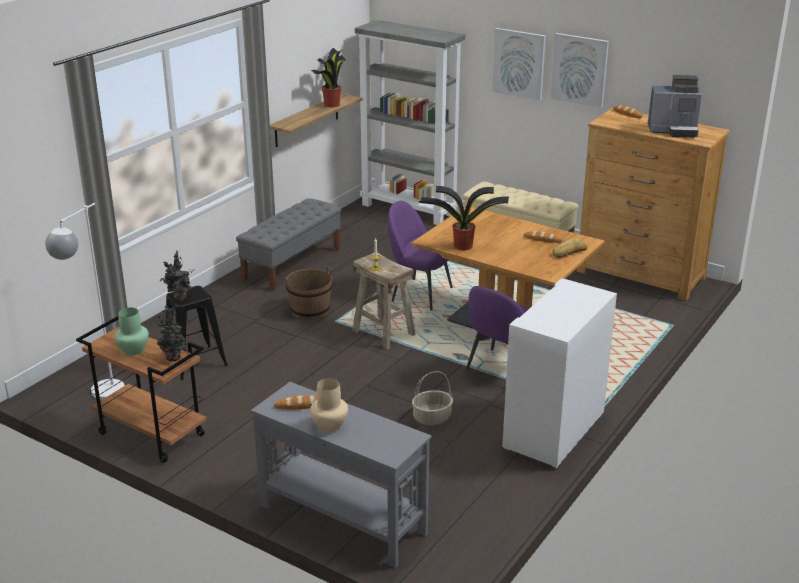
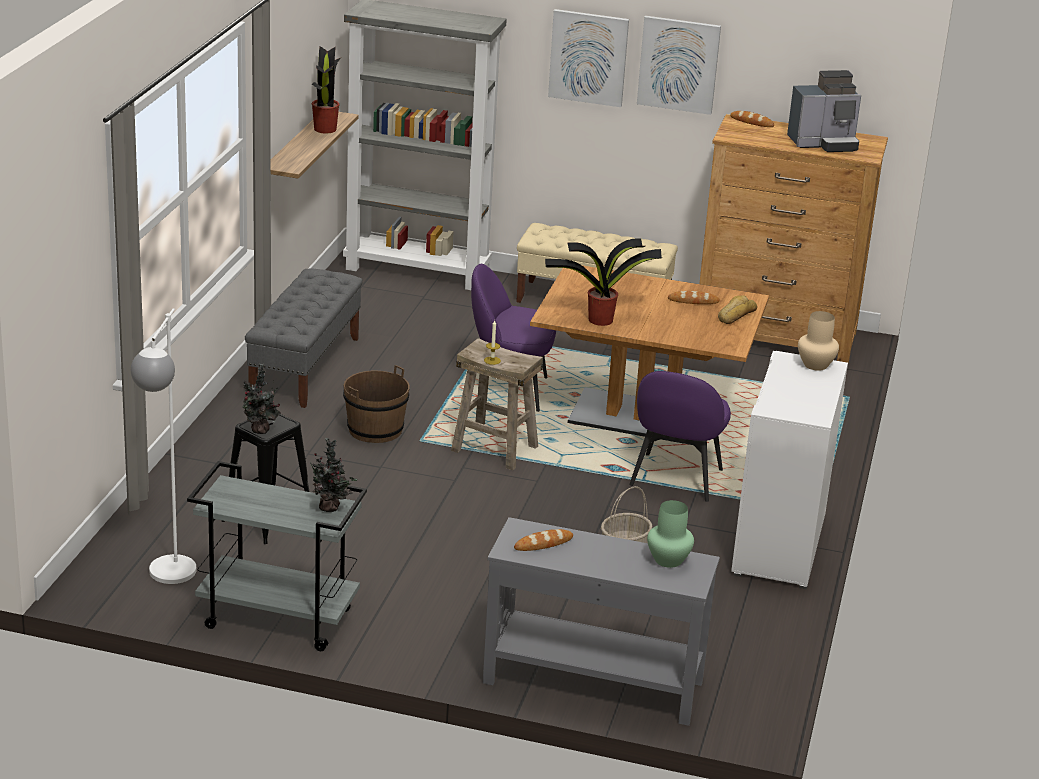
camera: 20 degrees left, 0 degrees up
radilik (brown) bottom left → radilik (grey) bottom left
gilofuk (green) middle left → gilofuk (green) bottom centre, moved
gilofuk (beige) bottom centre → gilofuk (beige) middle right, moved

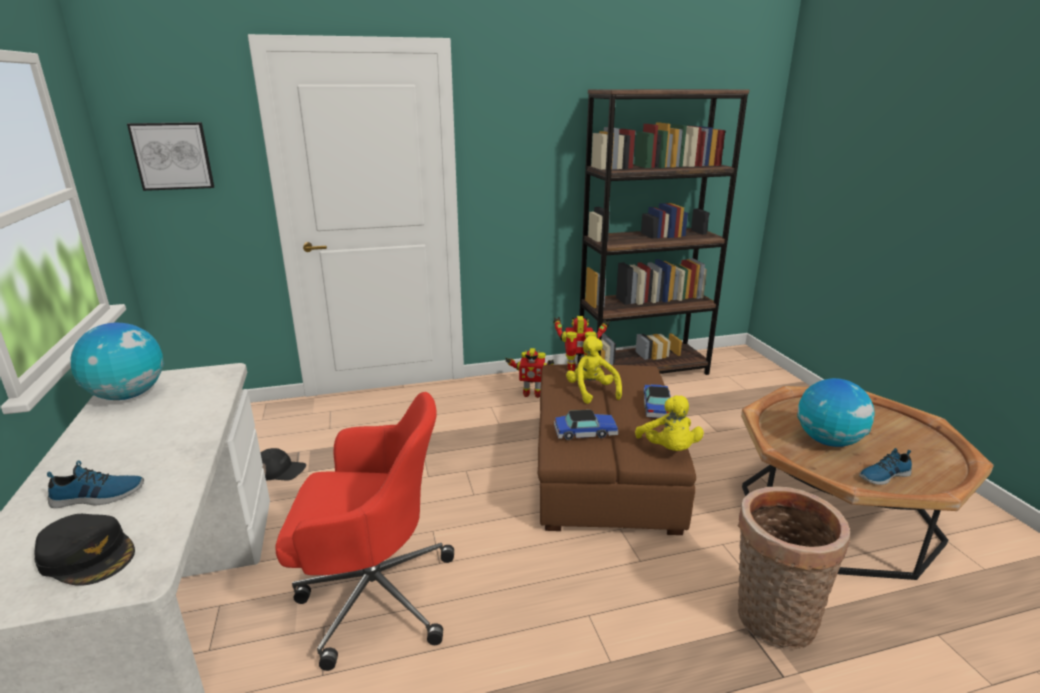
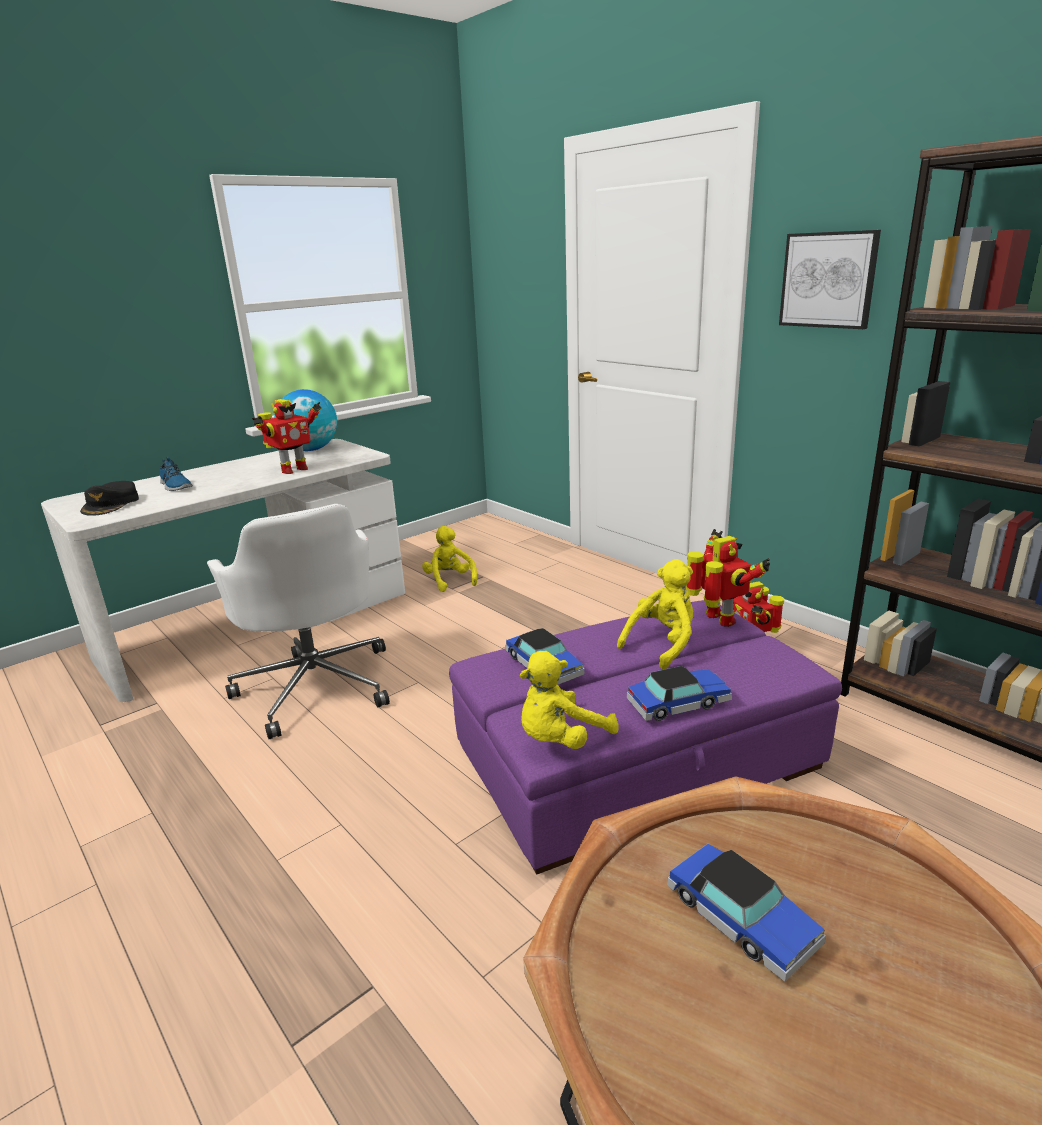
camera: 65 degrees right, 0 degrees up
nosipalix top left → nosipalix top right, moved
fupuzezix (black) (2nd from left) bottom left → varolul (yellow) (1st from left) centre
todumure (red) bottom centre → todumure (white) middle left
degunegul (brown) centre → degunegul (purple) centre
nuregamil bottom right → -
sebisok (2nd from left) middle right → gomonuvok (3rd from left) bottom right
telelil (2nd from left) bottom right → -
- → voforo (1st from left) middle left

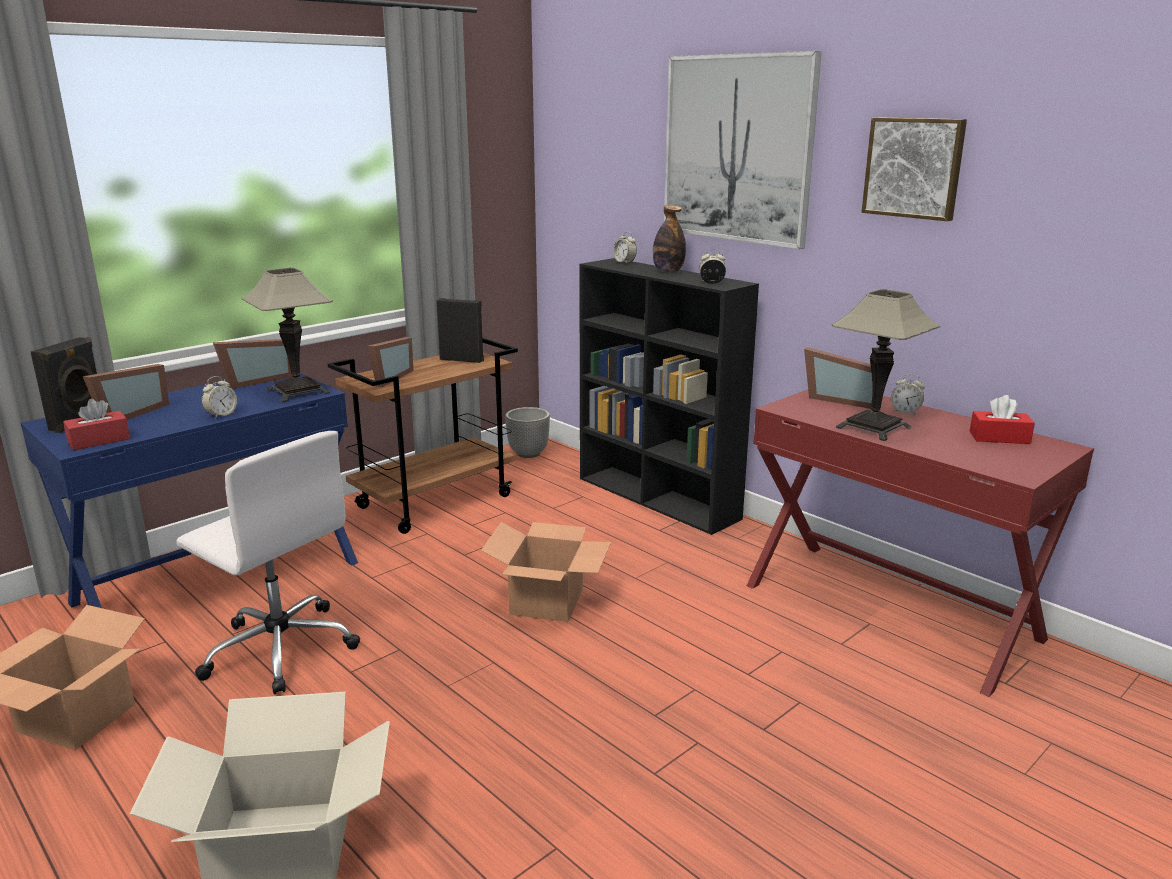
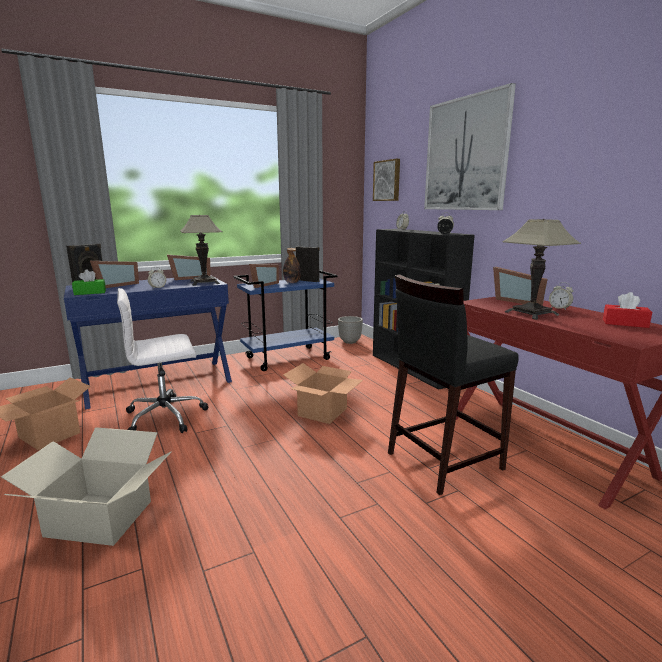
camera: 15 degrees right, 5 degrees down
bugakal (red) (1st from left) middle left → bugakal (green) middle left
todumure (white) middle left, 105 degrees clockwise
radilik (brown) centre → radilik (blue) centre
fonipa top centre → fonipa centre, moved
nosipalix (2nd from left in the first image) top right → nosipalix (1st from left) top centre, moved
- → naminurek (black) middle right

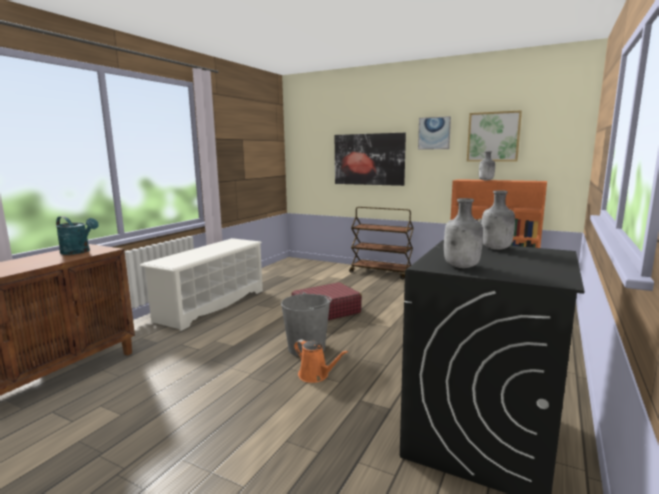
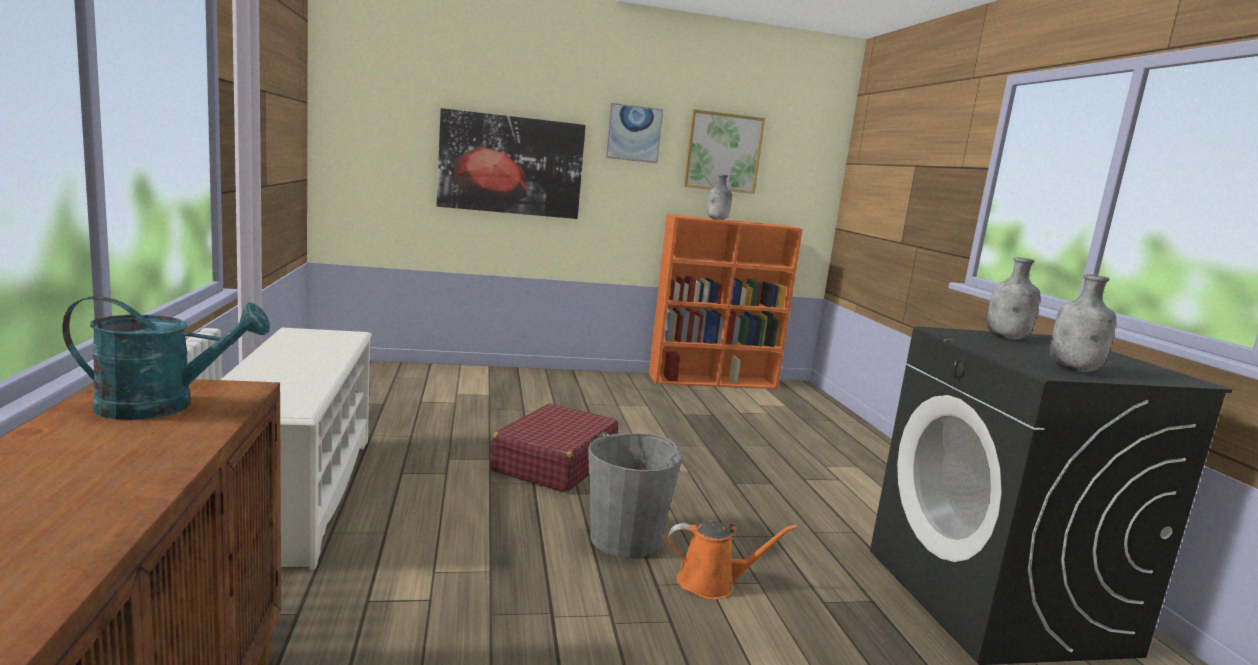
camera: 40 degrees left, 0 degrees up
radilik (brown) centre → -

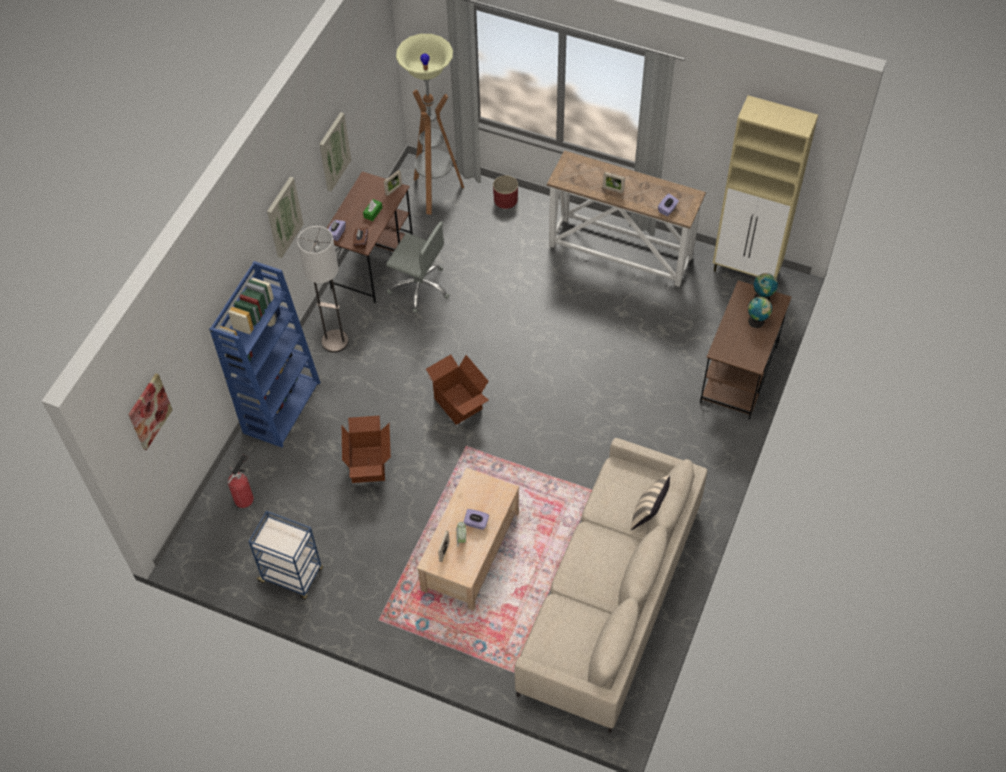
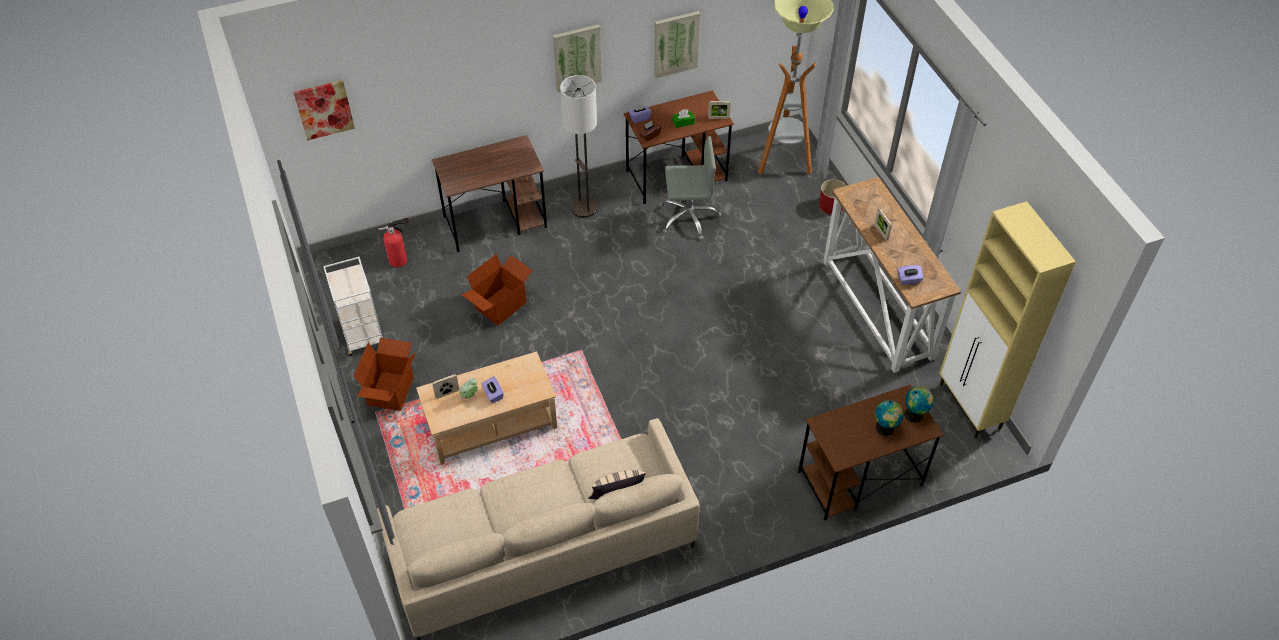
camera: 45 degrees right, 5 degrees down
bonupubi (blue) middle left → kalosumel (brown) (1st from left) top centre
radilik (blue) bottom left → radilik (white) middle left
todumure (grey) centre → todumure (grey) top centre, 75 degrees counterclockwise
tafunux (2nd from left in the first image) centre → tafunux (1st from left) middle left, moved

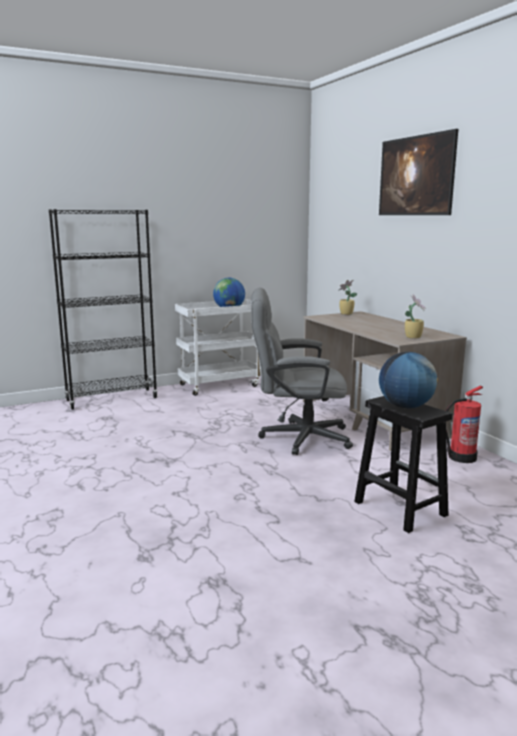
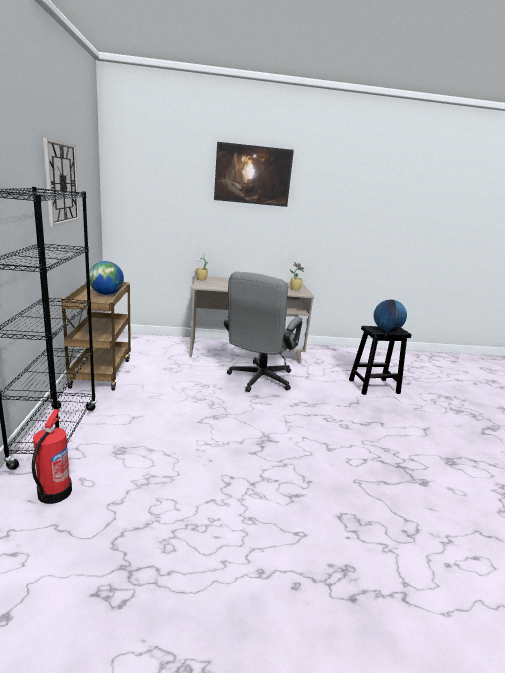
camera: 70 degrees left, 5 degrees up
radilik (white) centre → radilik (brown) middle left
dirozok middle right → dirozok bottom left, moved
- → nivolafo top left

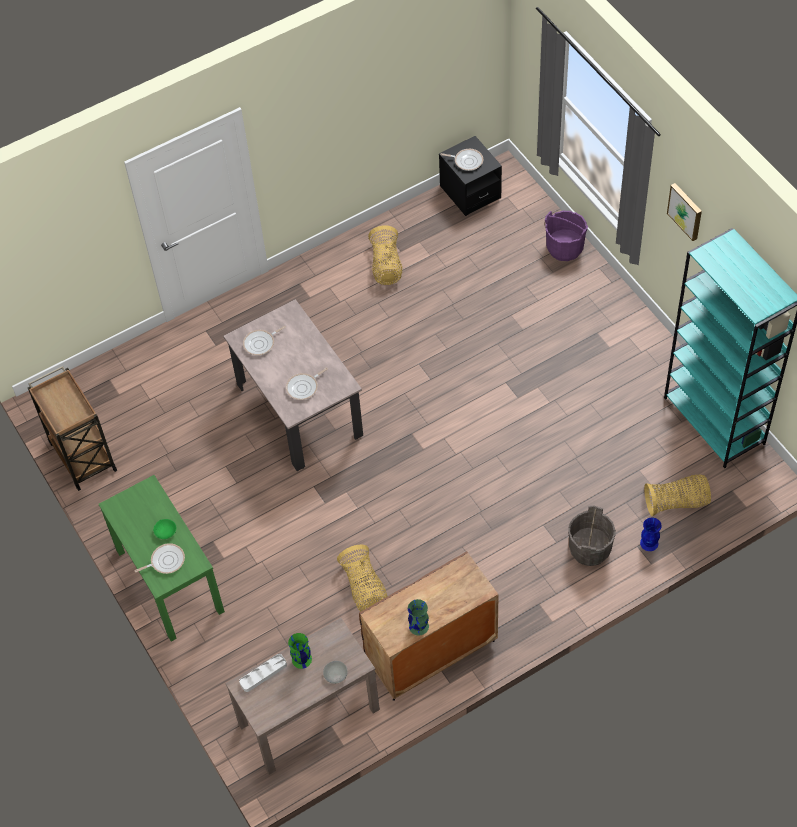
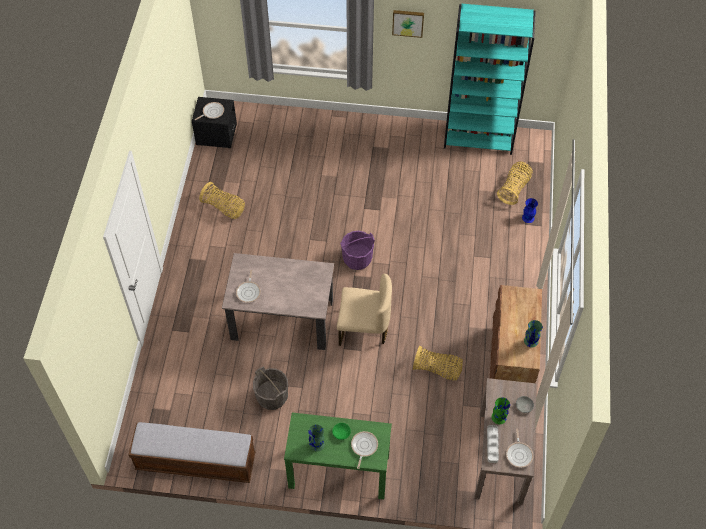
camera: 55 degrees left, 0 degrees up
radilik (brown) middle left → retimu bottom left
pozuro (3rd from left in the first image) centre → pozuro (4th from left) bottom right, moved
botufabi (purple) top right → botufabi (purple) centre, moved
botufabi (grey) middle right → botufabi (grey) bottom centre, moved
- → gilofuk (green) (1st from left) bottom centre
- → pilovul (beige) centre

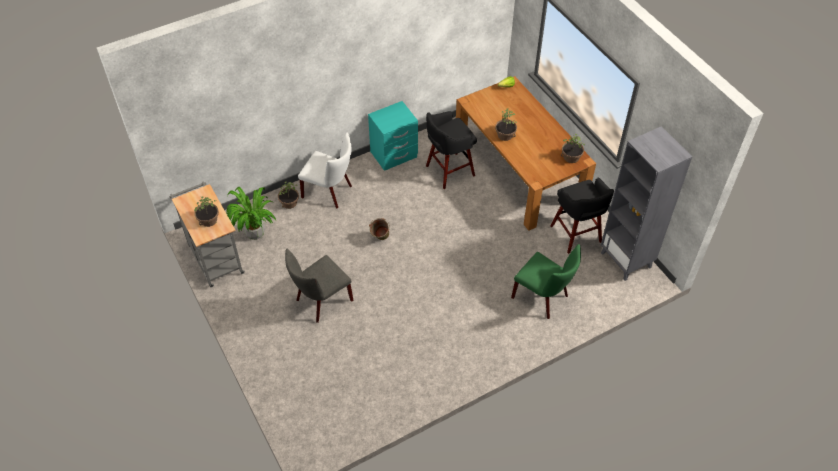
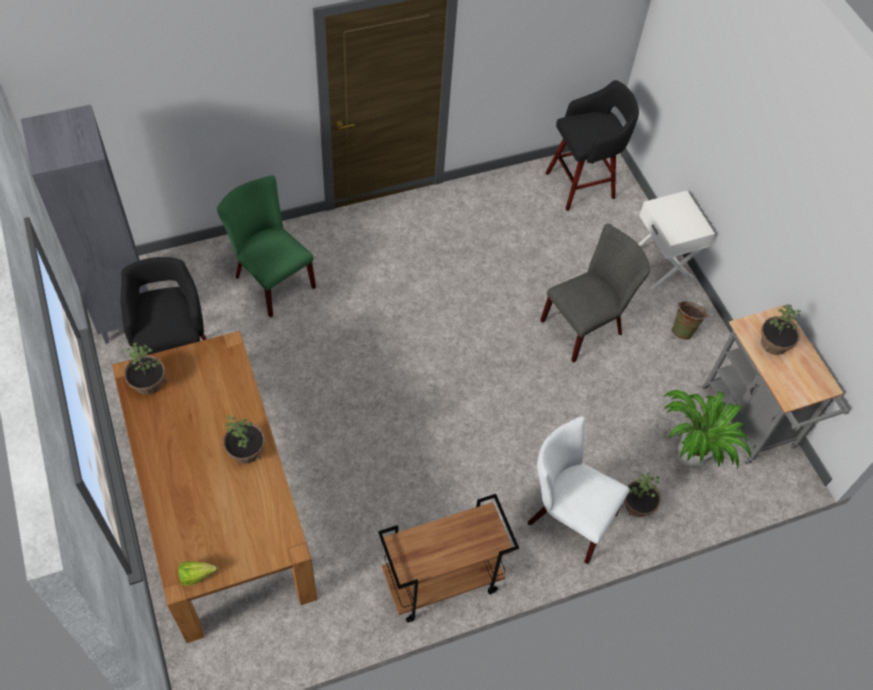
camera: 175 degrees left, 5 degrees up
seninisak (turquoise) top centre → radilik (brown) bottom centre
botufabi (green) centre → botufabi (green) middle right, moved
naminurek (black) (1st from left in the first image) top centre → naminurek (black) (2nd from left) top right, moved
- → seninisak (white) middle right

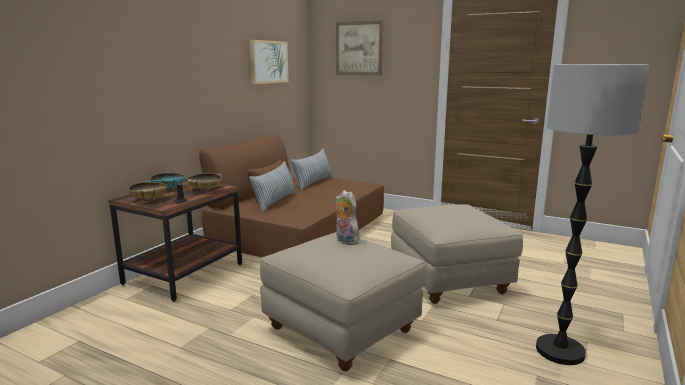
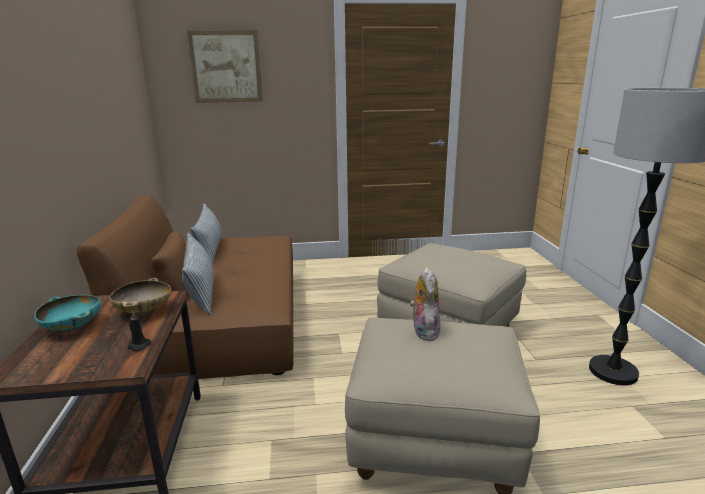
camera: 35 degrees left, 5 degrees up
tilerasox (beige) (1st from left) middle left → -
nosipalix (1st from left) top centre → -
varolul centre, 75 degrees clockwise

